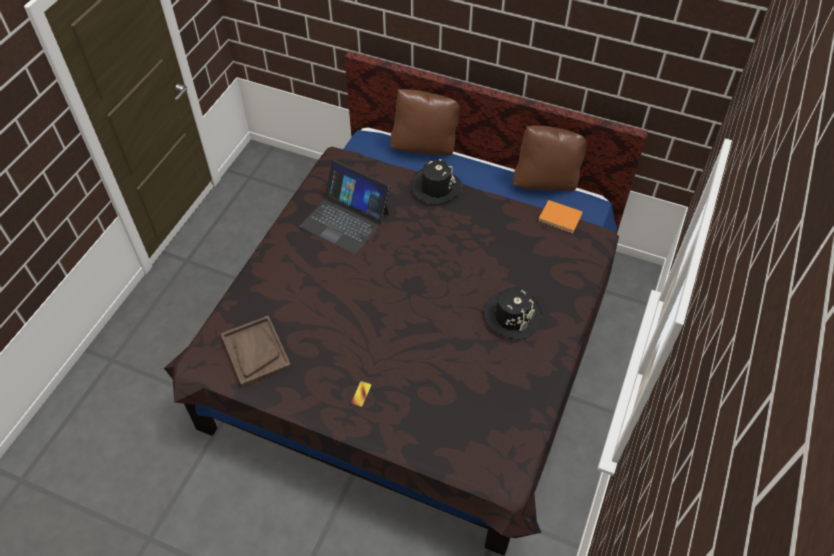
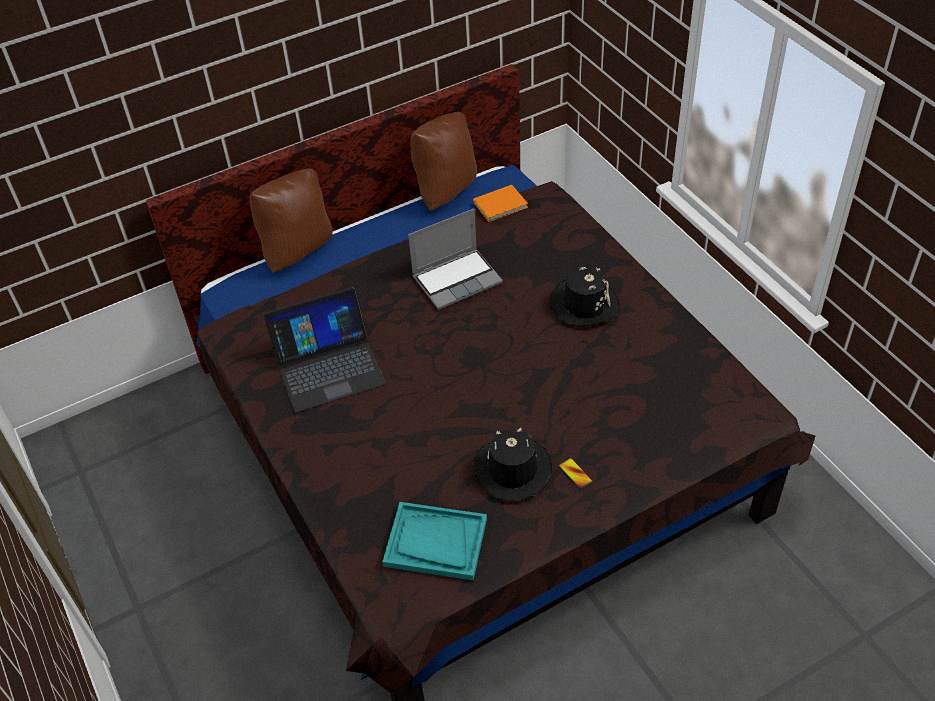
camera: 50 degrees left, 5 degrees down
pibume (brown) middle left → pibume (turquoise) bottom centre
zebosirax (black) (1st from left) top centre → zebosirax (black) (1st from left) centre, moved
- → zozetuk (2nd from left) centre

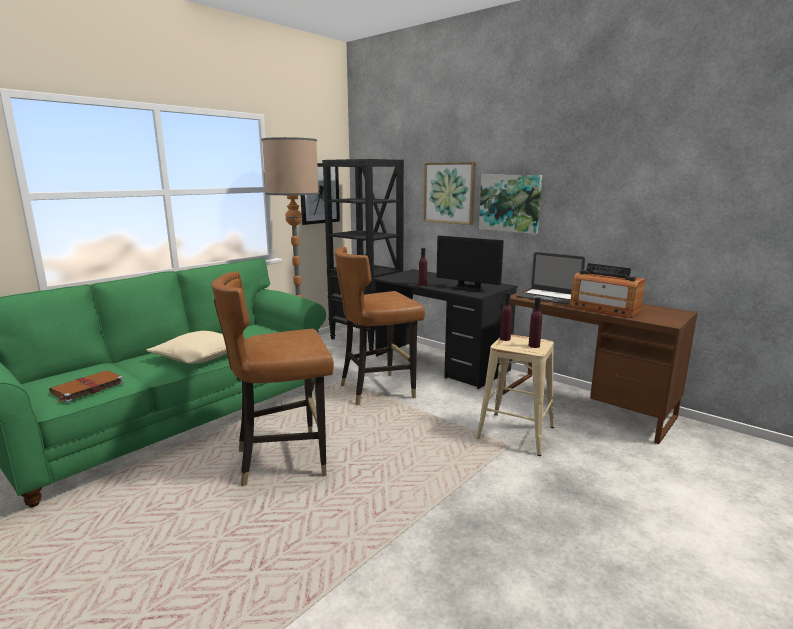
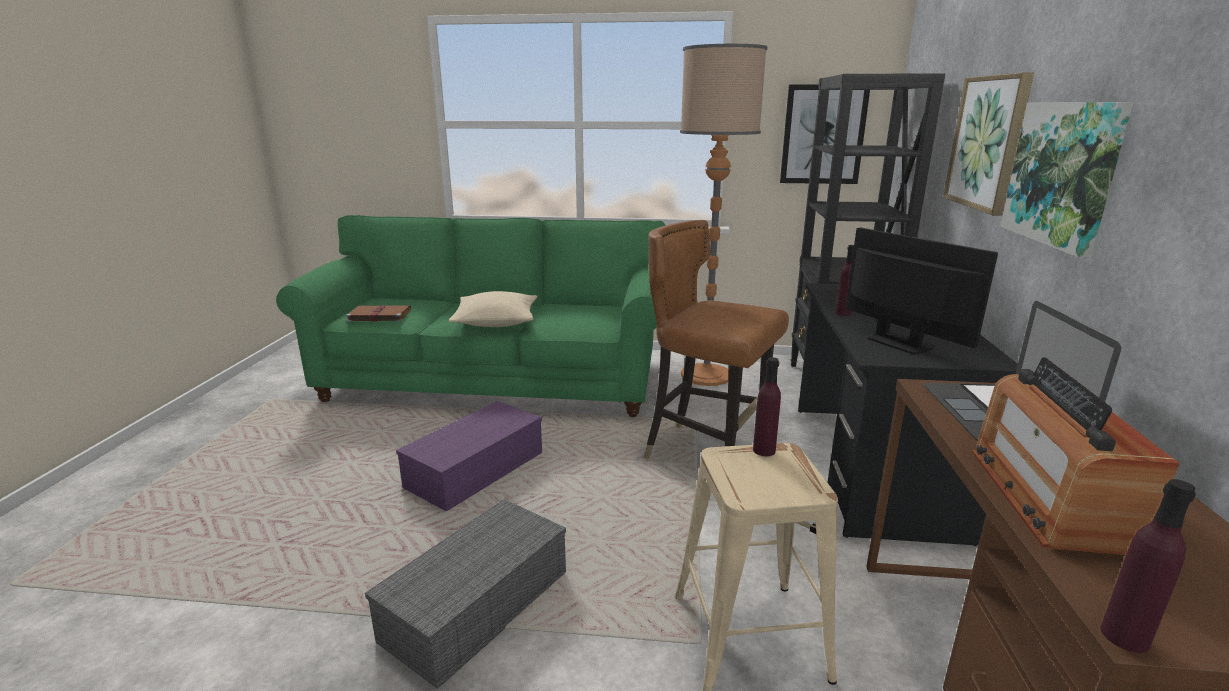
camera: 55 degrees right, 5 degrees up
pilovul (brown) (1st from left) centre → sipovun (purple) centre
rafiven centre → rafiven middle right, 150 degrees clockwise
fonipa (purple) (3rd from left) middle right → fonipa (purple) (3rd from left) bottom right, moved
- → sipovun (grey) bottom centre

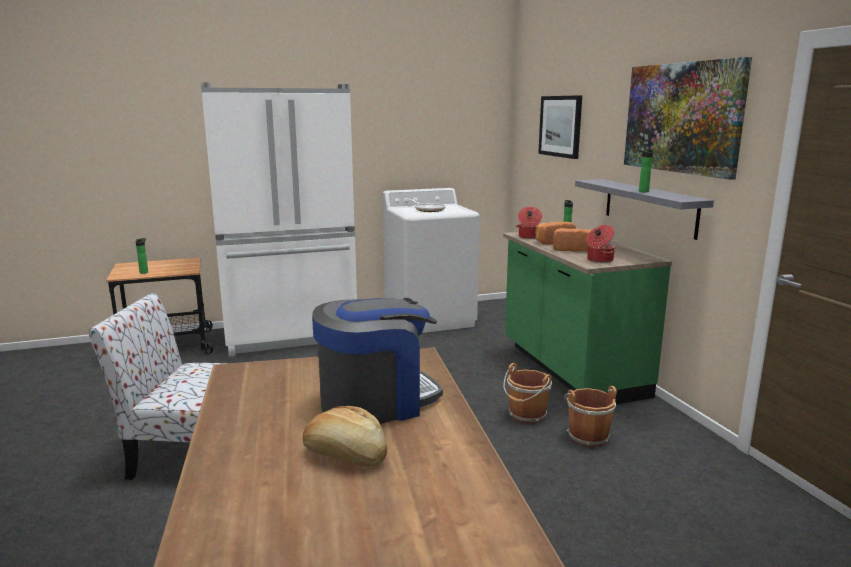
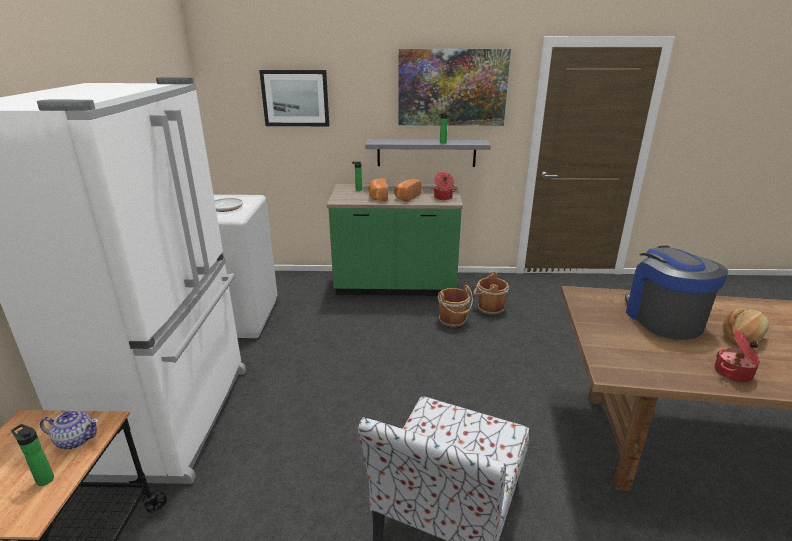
camera: 70 degrees left, 10 degrees up
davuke (1st from left in the first image) centre → davuke (2nd from left) middle right, moved
- → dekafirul bottom left

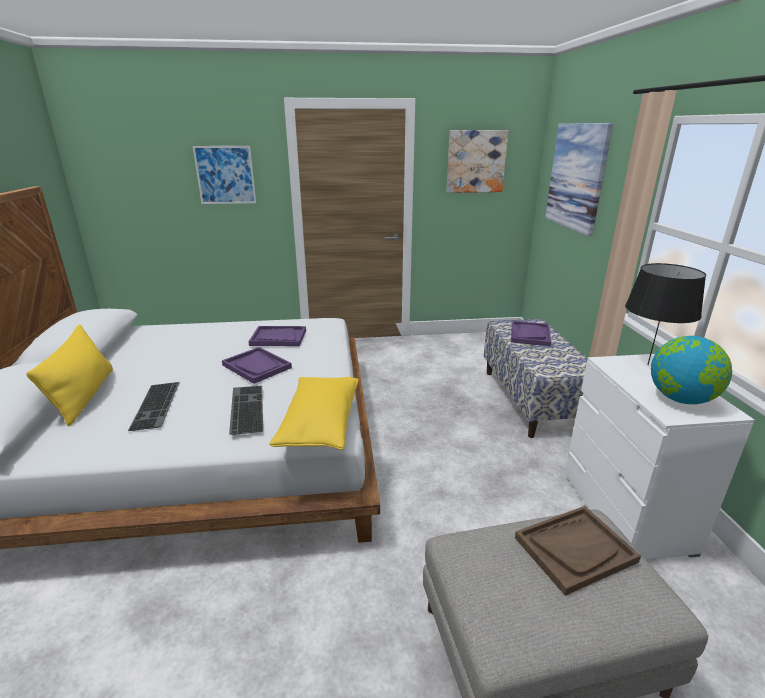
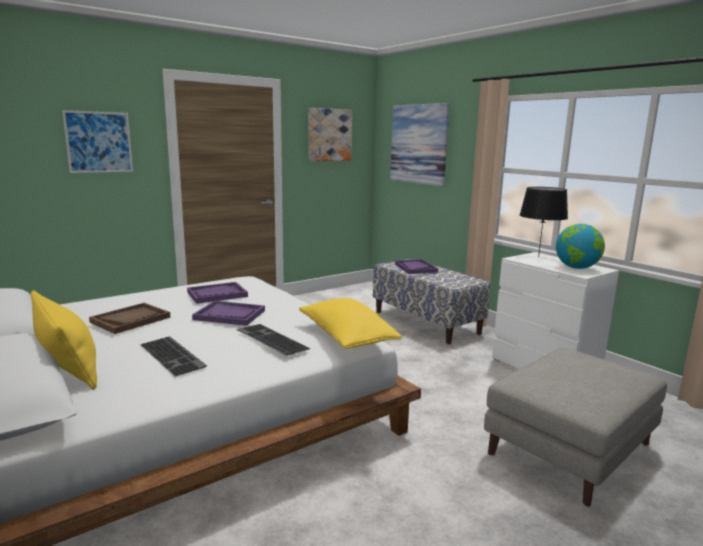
camera: 30 degrees left, 10 degrees down
pibume (brown) bottom right → pibume (brown) middle left, moved

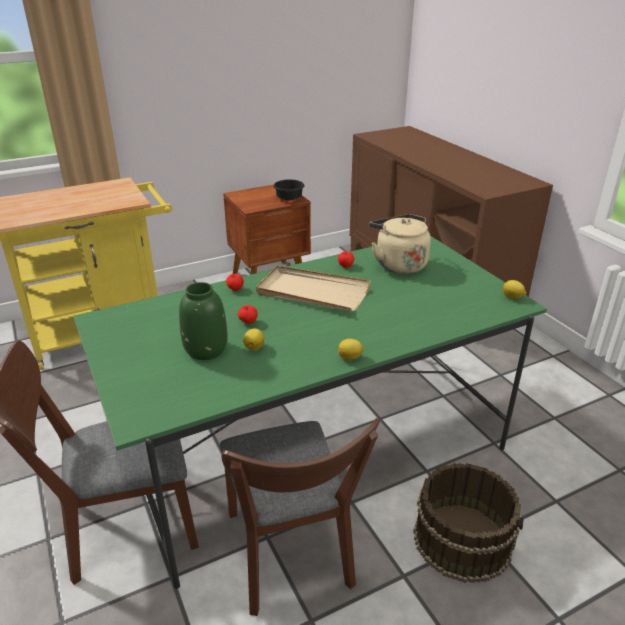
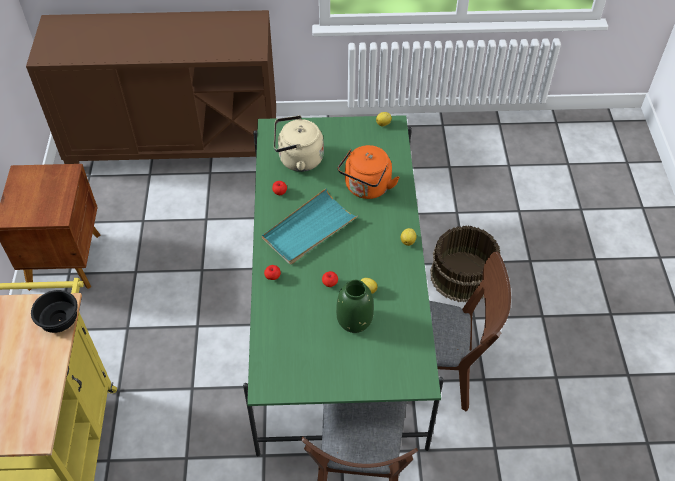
camera: 65 degrees left, 20 degrees up
pibume (beige) centre → pibume (turquoise) centre
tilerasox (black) top centre → tilerasox (black) middle left, moved
- → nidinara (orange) centre

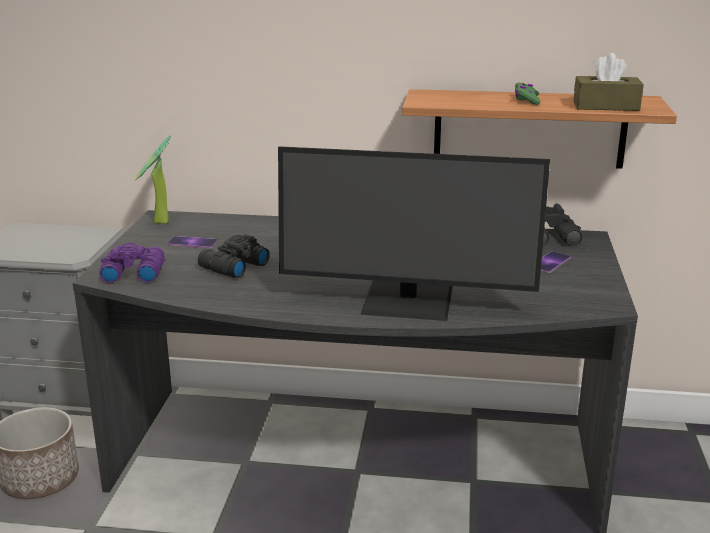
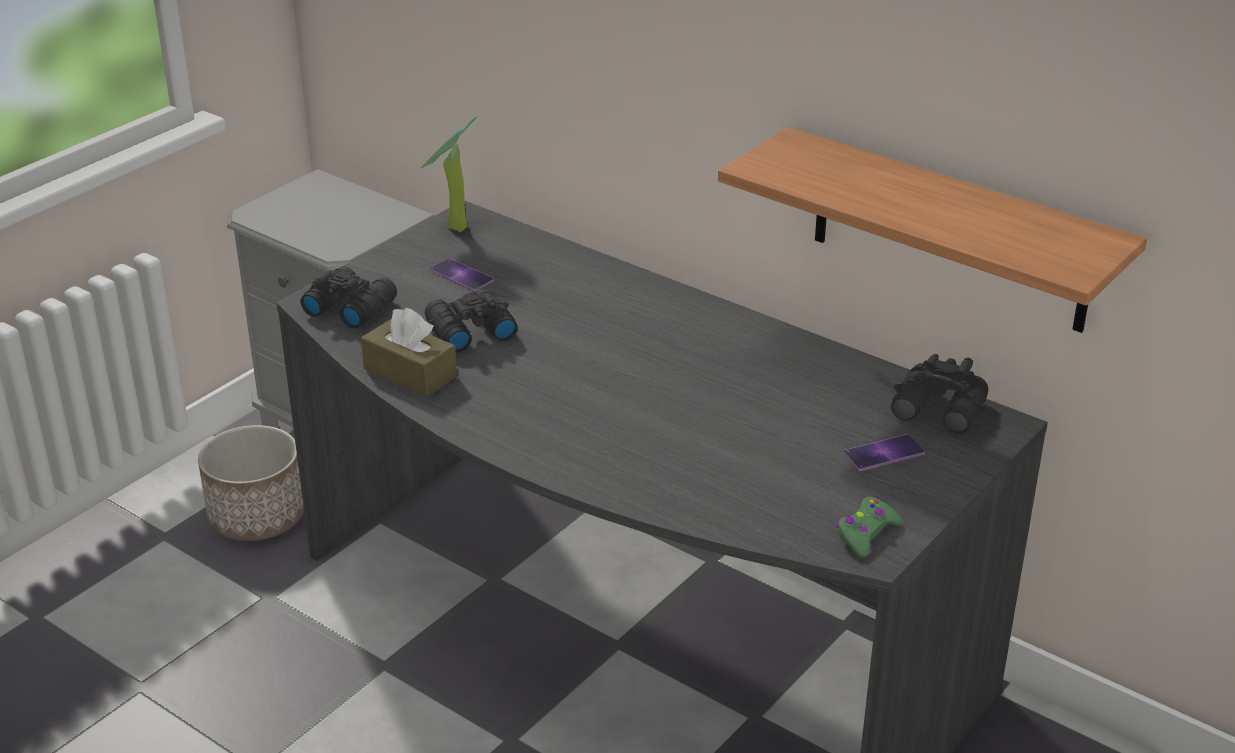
camera: 30 degrees right, 10 degrees up
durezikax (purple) middle left → durezikax (black) (1st from left) middle left
rafiven centre → -
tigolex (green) top right → tigolex (green) bottom right, moved
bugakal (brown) top right → bugakal (brown) middle left, moved

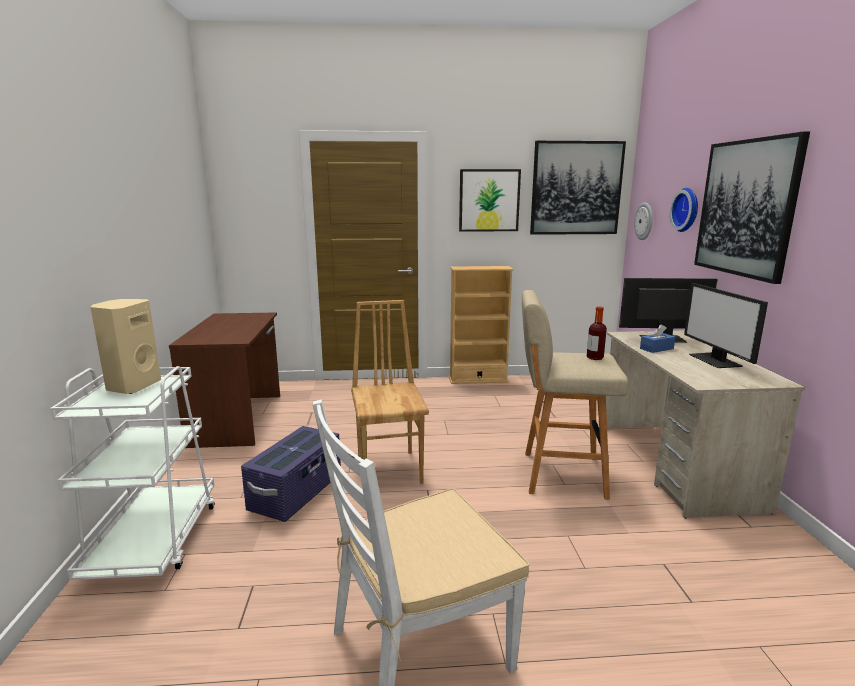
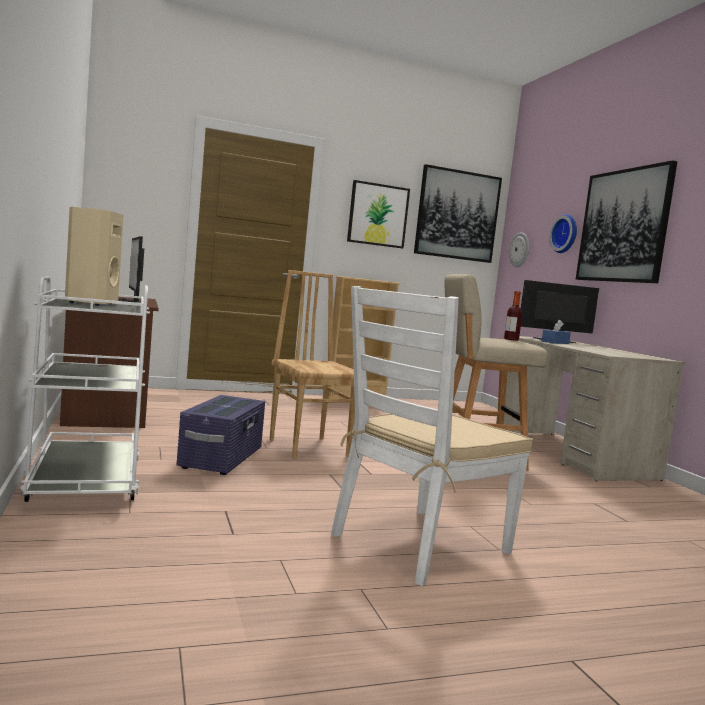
camera: 15 degrees left, 10 degrees down
rafiven (2nd from left in the first image) middle right → rafiven (1st from left) middle left, moved

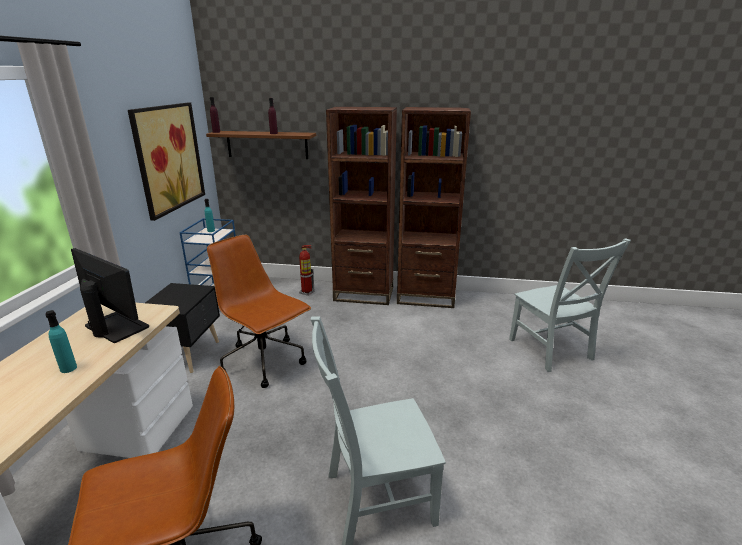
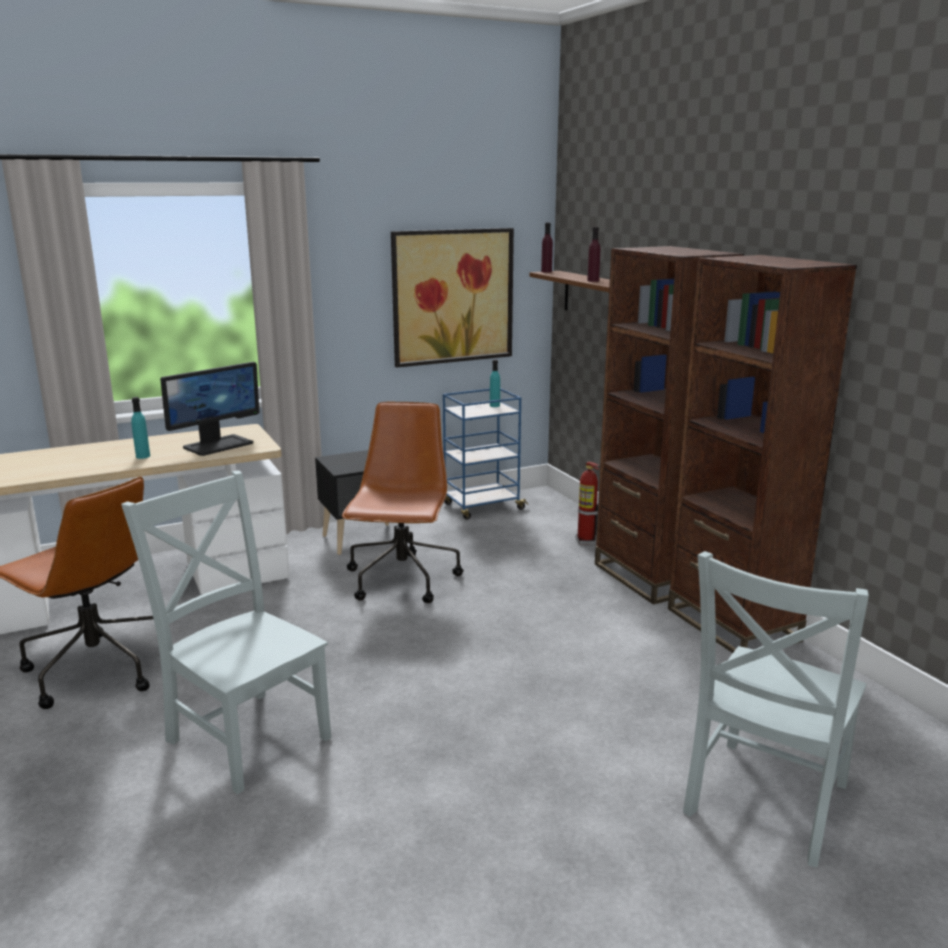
camera: 55 degrees right, 5 degrees down
rafiven middle left, 45 degrees clockwise

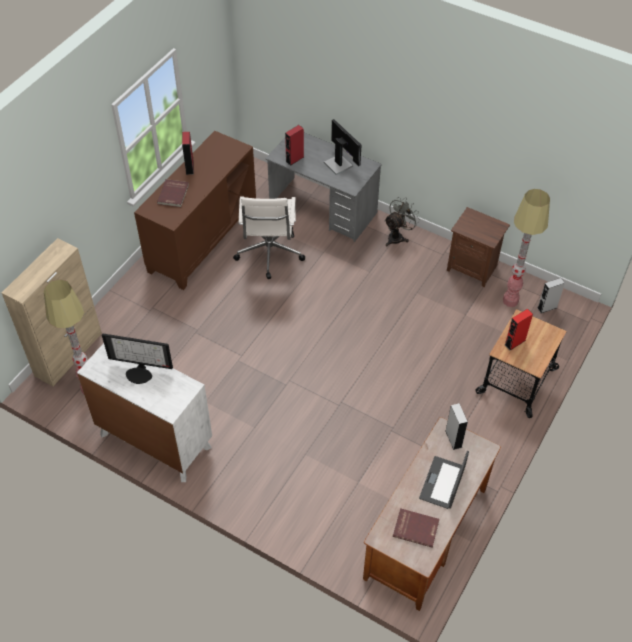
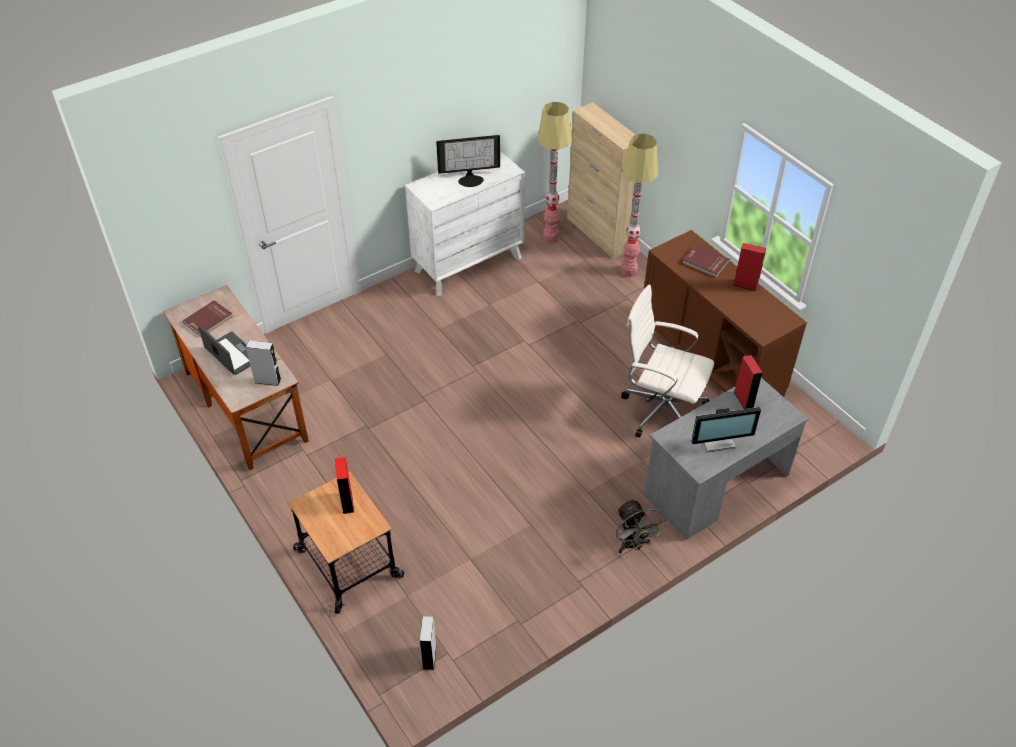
camera: 115 degrees right, 5 degrees down
rafiven (1st from left) middle left → rafiven (1st from left) top centre, 135 degrees counterclockwise
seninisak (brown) middle right → -
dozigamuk (2nd from left) middle right → dozigamuk (2nd from left) top centre, moved

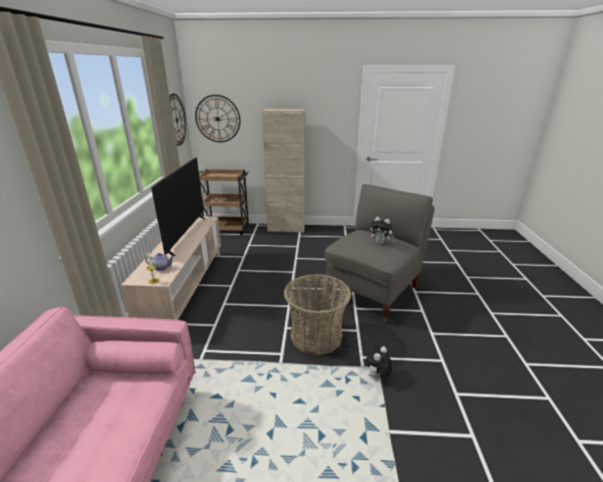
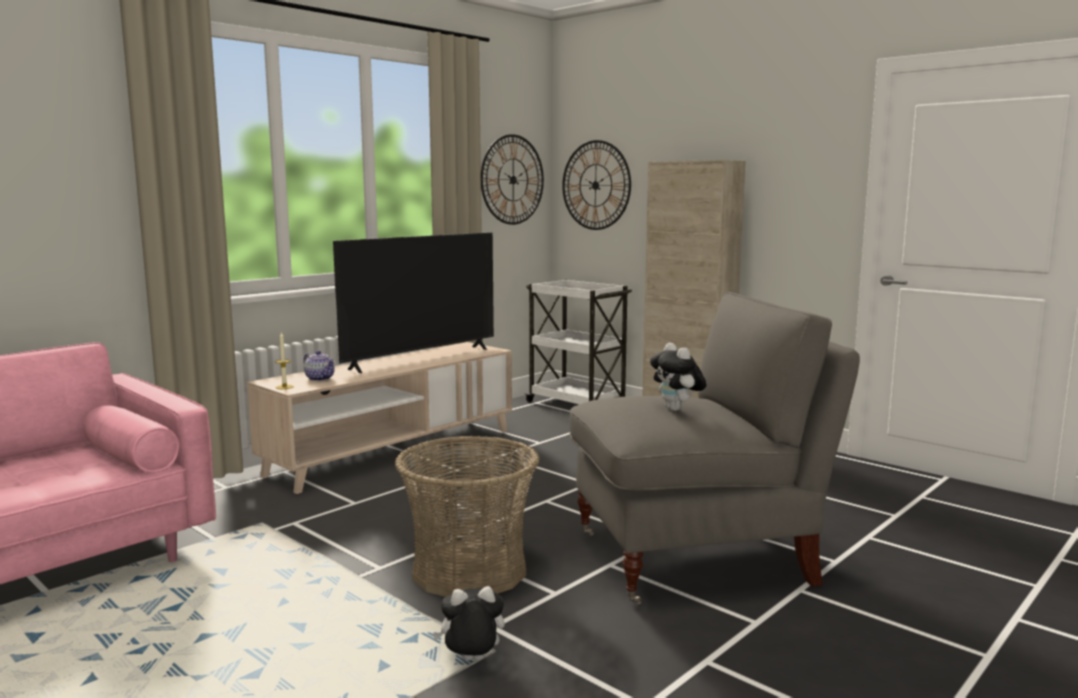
camera: 40 degrees right, 15 degrees down
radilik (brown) centre → radilik (white) centre

